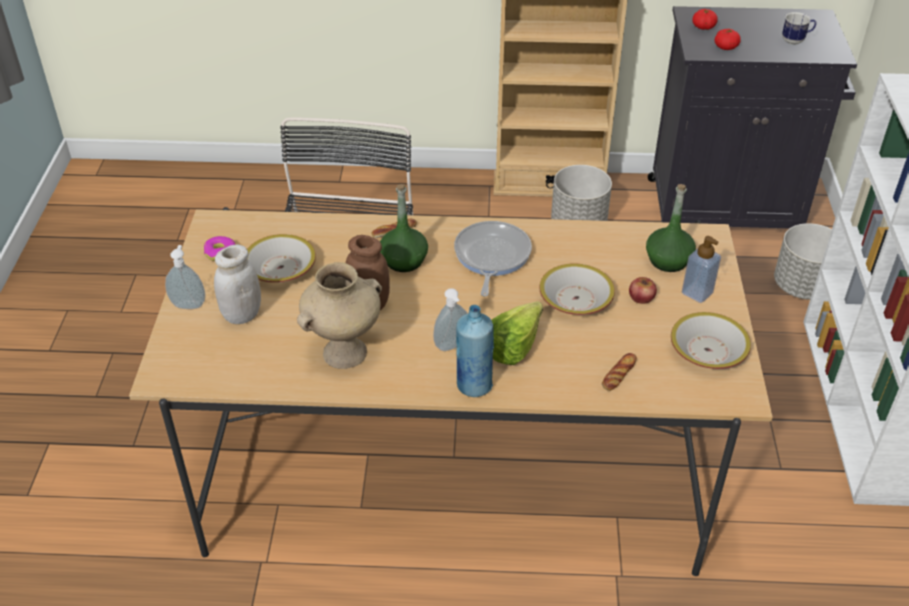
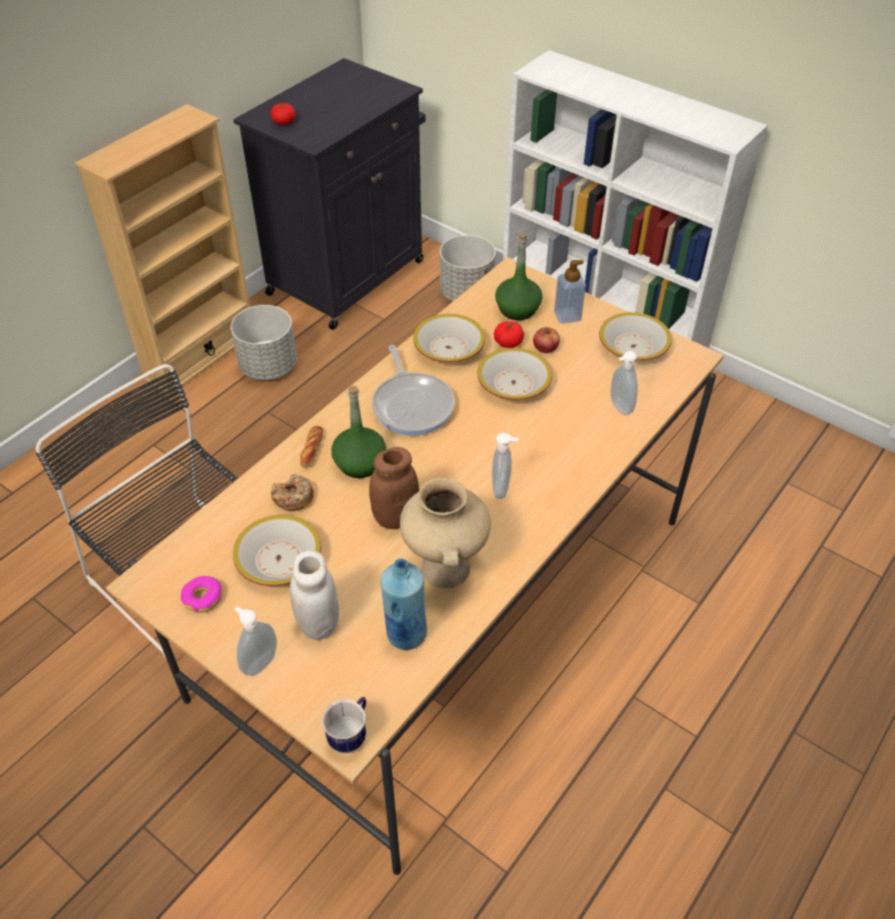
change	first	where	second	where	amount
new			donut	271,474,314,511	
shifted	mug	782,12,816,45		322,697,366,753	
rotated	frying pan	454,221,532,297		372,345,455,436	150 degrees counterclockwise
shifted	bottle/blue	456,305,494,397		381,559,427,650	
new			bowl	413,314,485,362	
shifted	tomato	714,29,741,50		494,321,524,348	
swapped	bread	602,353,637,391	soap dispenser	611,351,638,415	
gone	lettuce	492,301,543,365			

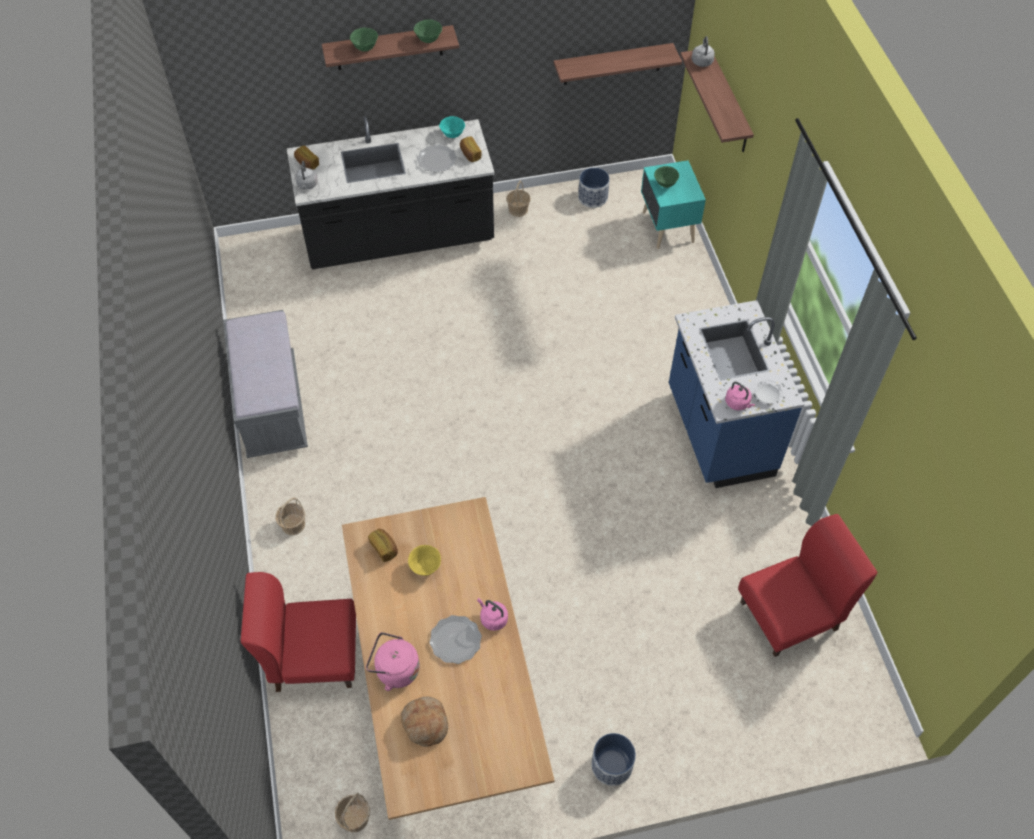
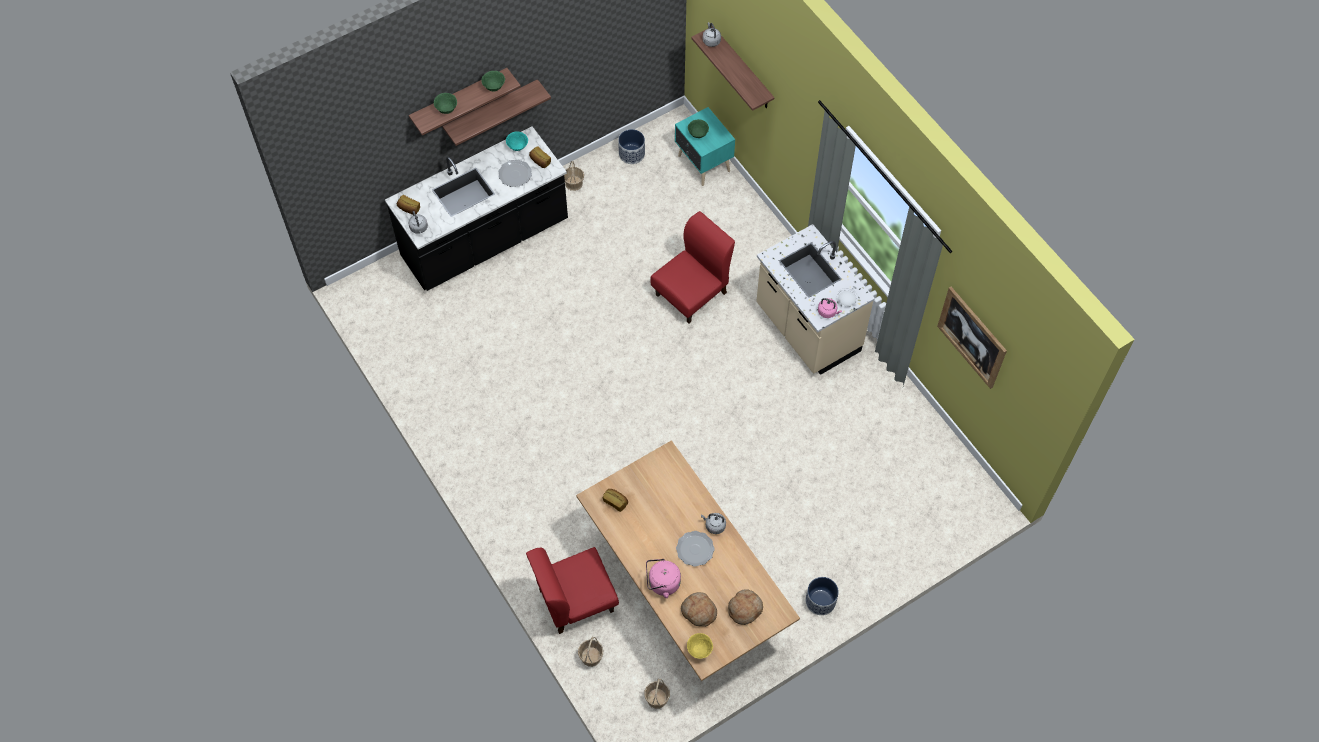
change	first	where	second	where	amount
shifted	shelf	554,43,682,85		443,79,551,146	
shifted	basket	275,497,305,535		578,636,603,667	
shifted	chair/red	738,514,877,657		650,211,735,323	
shifted	bowl/yellow	408,545,441,576		687,633,713,659	
repainted	kettle/pink	477,598,508,631	kettle/grey	701,513,726,534	
new			bread	728,589,763,625	
repainted	counter/blue	669,300,804,488	counter/beige	756,224,875,375	
new			picture	937,287,1007,389	
gone	bench/grey	223,310,308,458			

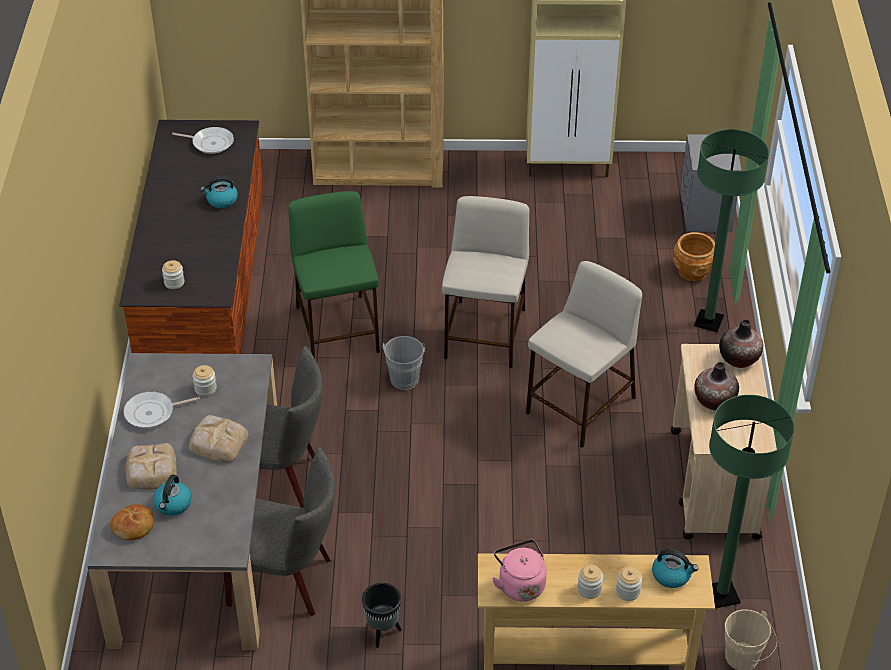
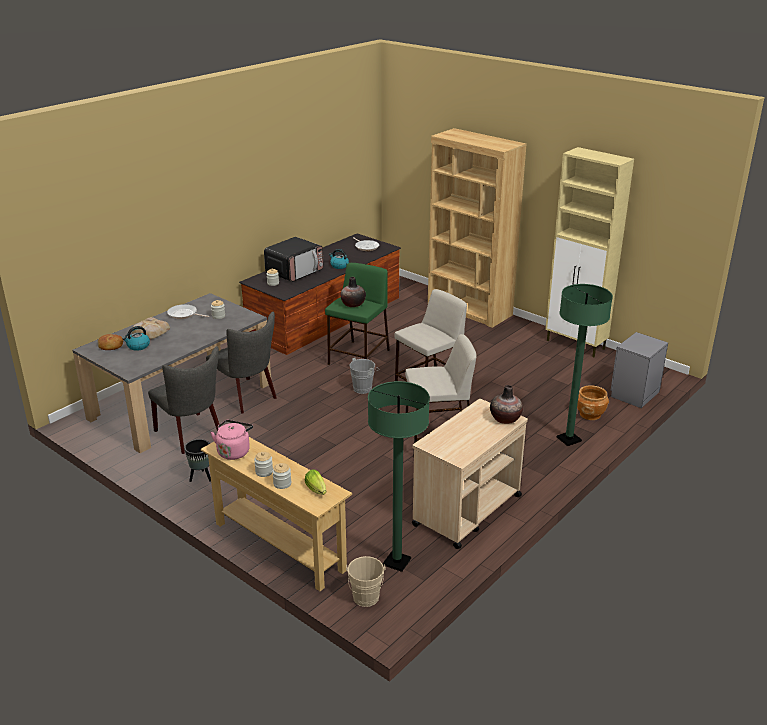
change	first	where	second	where	amount
new			microwave	264,237,324,282	
swapped	kettle	652,549,698,588	lettuce	305,469,326,495	
shifted	vase	694,362,739,410		341,277,366,307	
gone	bread	189,415,248,463			

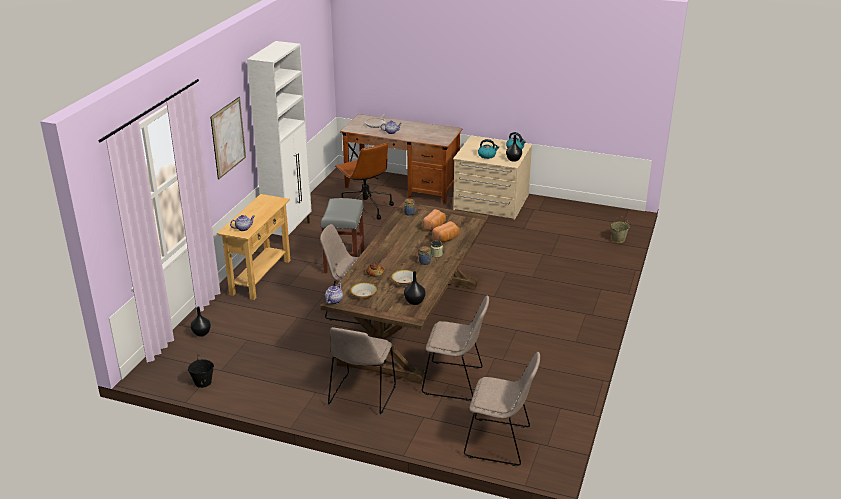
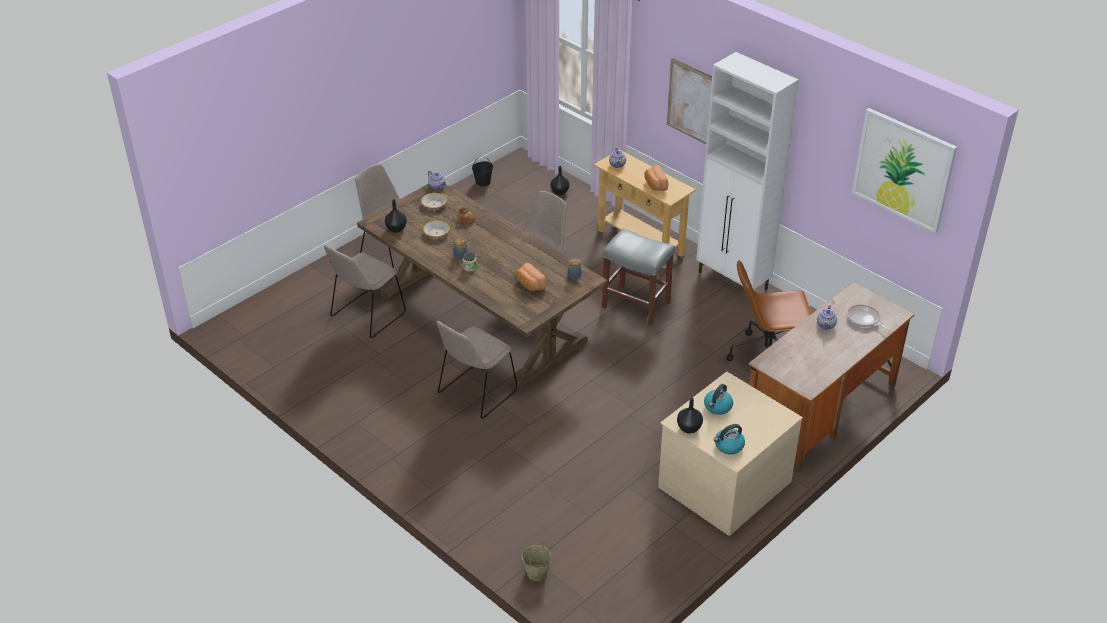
change	first	where	second	where	amount
shifted	chair/beige	464,352,540,466		436,321,517,419	
shifted	bread	432,221,459,242		644,165,668,191	
new			picture	852,108,957,233	

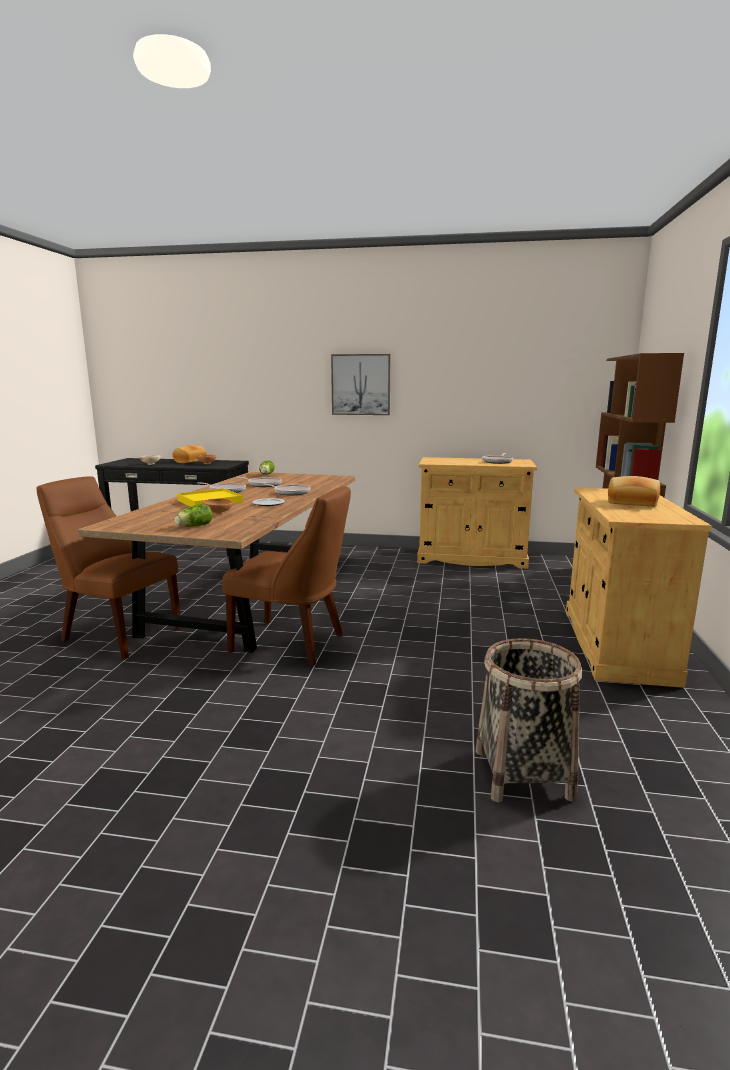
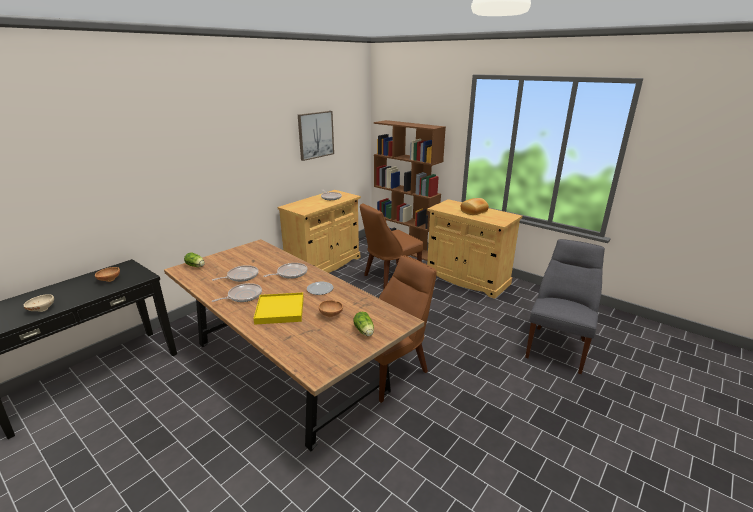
change	first	where	second	where	amount
shifted	picture	331,354,391,415		298,111,334,161	
shifted	chair/brown	36,476,182,659		360,203,423,288	
swapped	basket	476,638,582,803	chair/grey	525,239,605,374	
gone	bread	173,445,207,463			

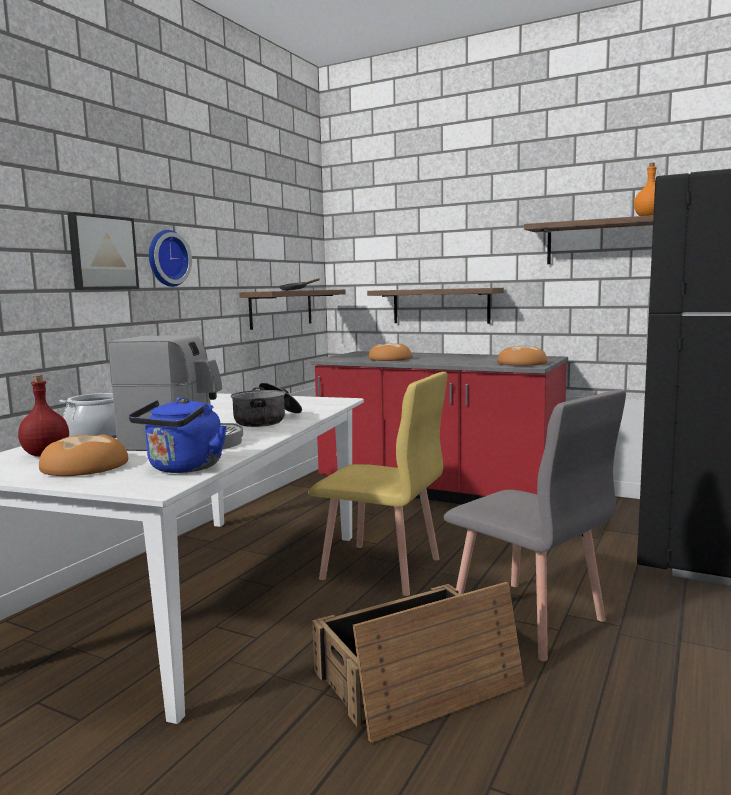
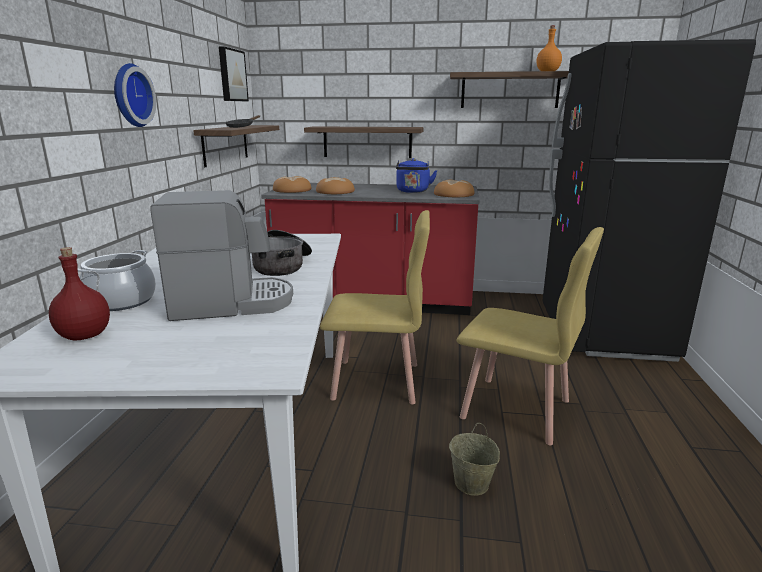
change	first	where	second	where	amount
shifted	picture	67,212,139,290		219,47,249,101	
shifted	bread	39,434,128,476		273,176,312,193	
shifted	kettle/blue	129,397,227,473		396,158,437,193	
swapped	crate	312,582,525,743	bucket/beige	449,423,500,496	
repainted	chair/grey	444,390,626,661	chair/yellow	457,227,604,445	

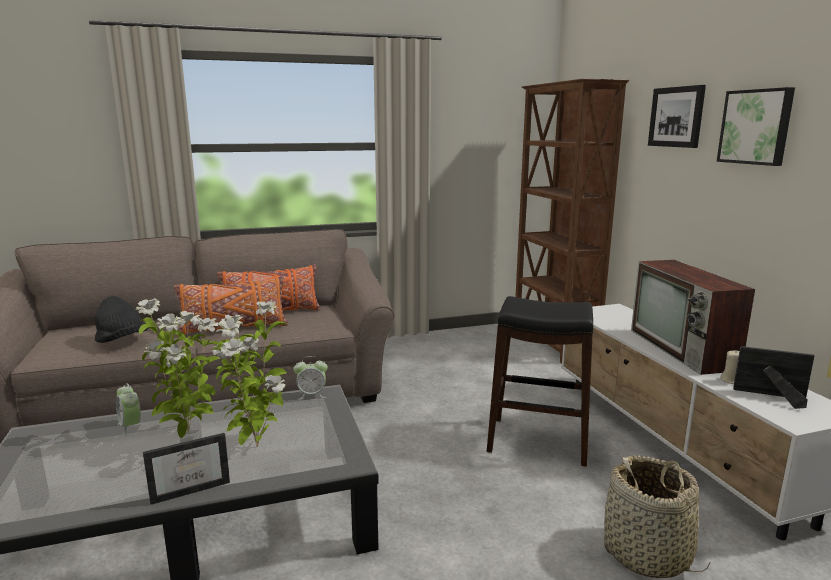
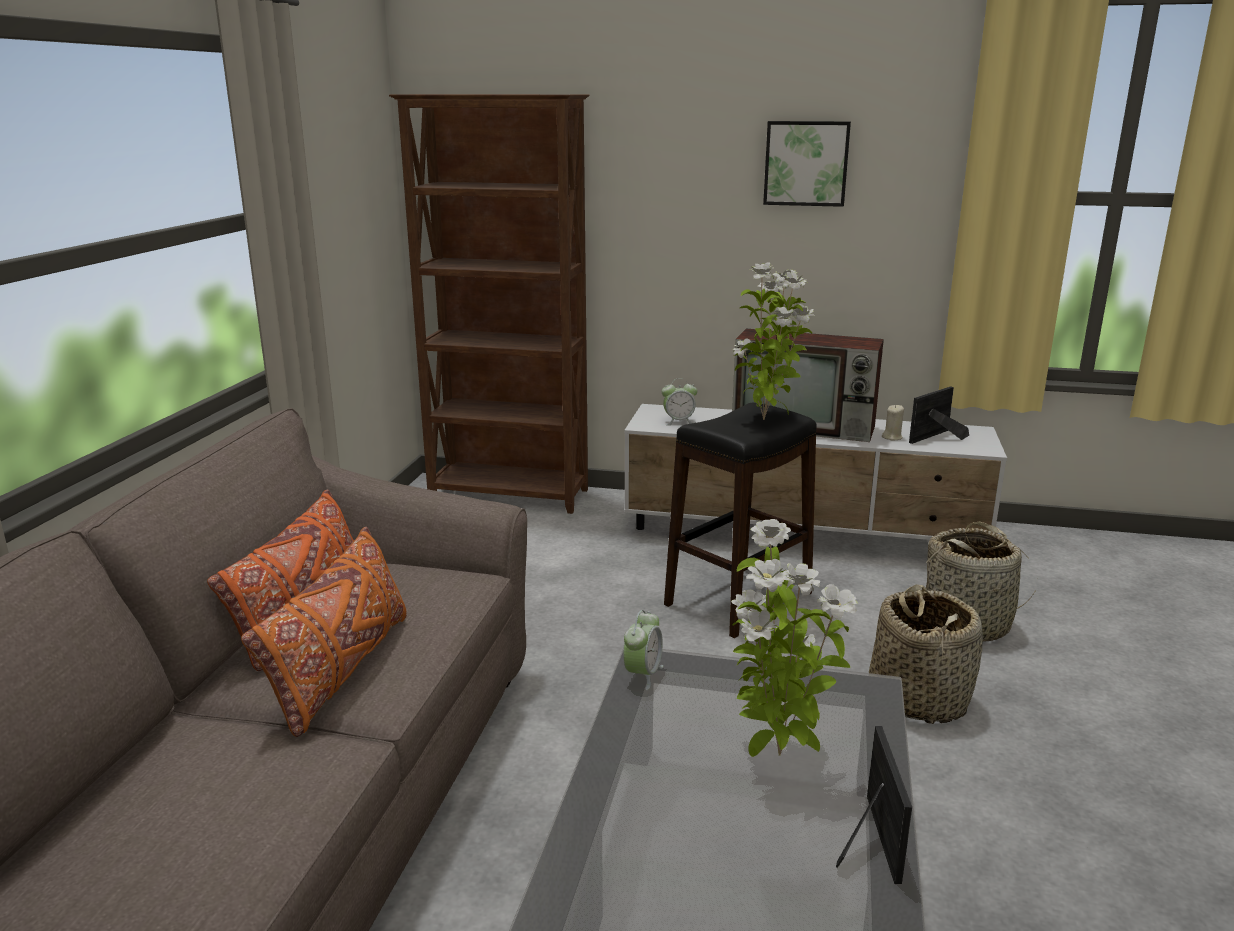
change	first	where	second	where	amount
shifted	alarm clock	116,383,141,436		662,378,697,425	
shifted	potted plant	136,298,220,438		732,262,814,420	
new			basket	869,584,983,724	
gone	hat/black	95,296,148,343			
gone	picture	648,85,706,148			

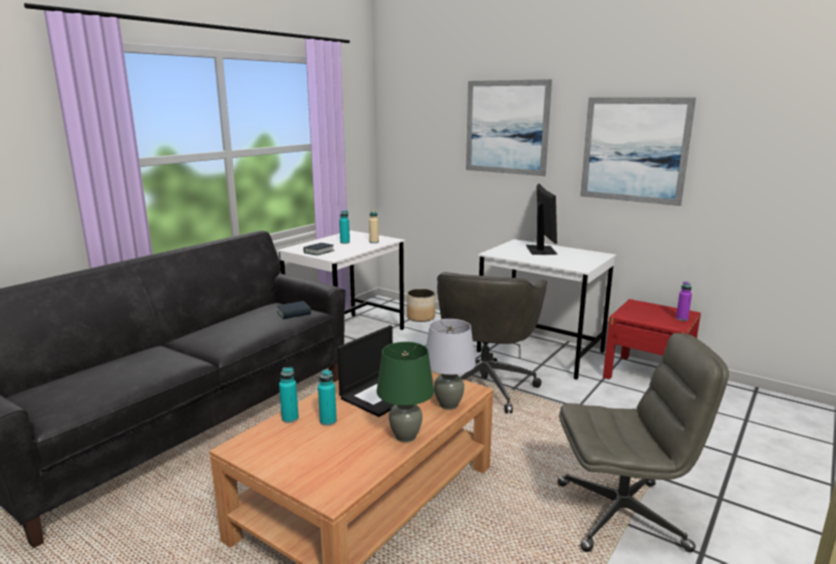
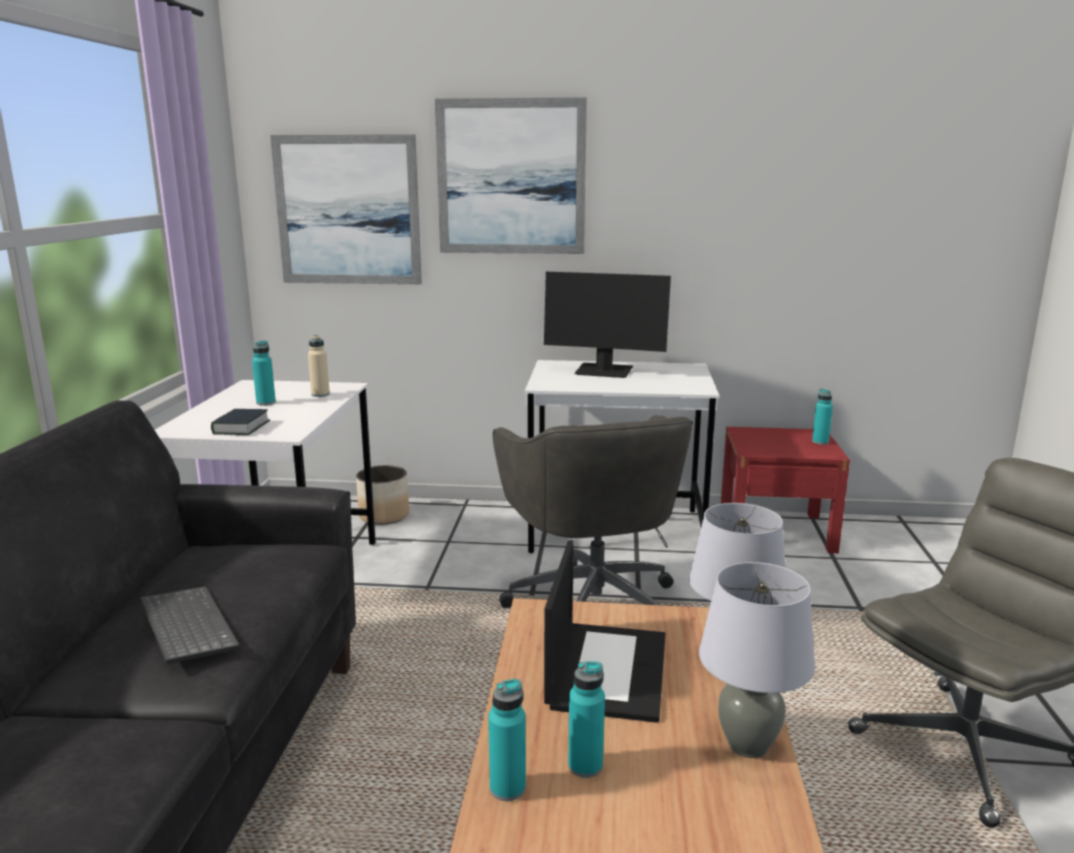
change	first	where	second	where	amount
new			keyboard	140,587,240,664	
shifted	picture	580,98,696,206		270,134,422,284	
rotated	monitor	526,184,557,255		544,272,671,378	135 degrees clockwise
repainted	table lamp/green	377,342,434,443	table lamp/grey	699,562,815,758	
repainted	bottle/purple	676,281,692,321	bottle/turquoise	812,389,833,445	
gone	book	277,301,311,319			

